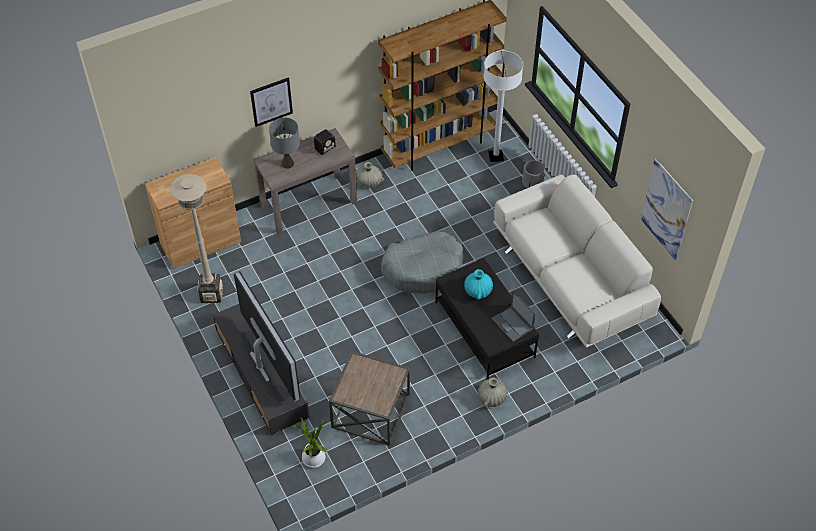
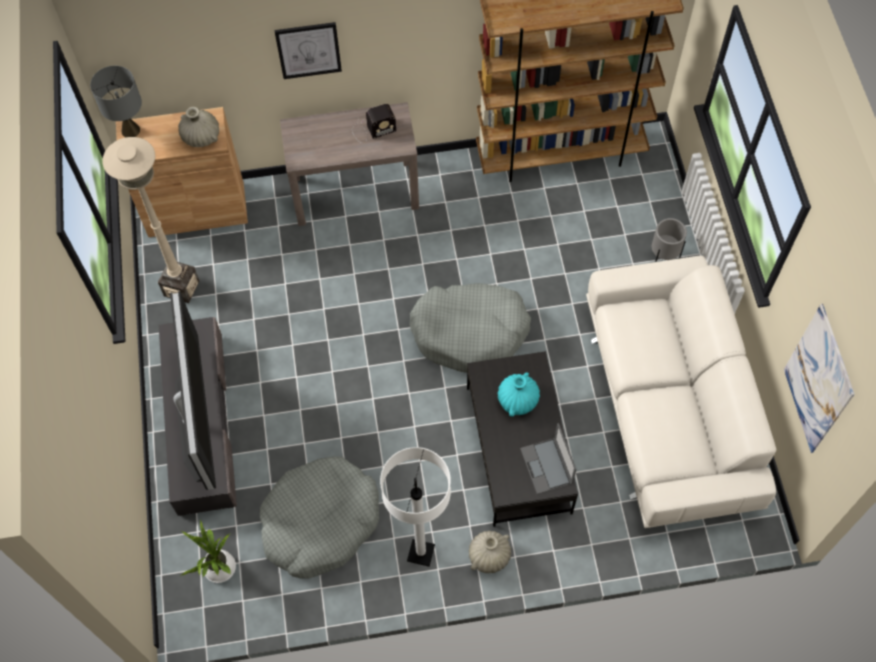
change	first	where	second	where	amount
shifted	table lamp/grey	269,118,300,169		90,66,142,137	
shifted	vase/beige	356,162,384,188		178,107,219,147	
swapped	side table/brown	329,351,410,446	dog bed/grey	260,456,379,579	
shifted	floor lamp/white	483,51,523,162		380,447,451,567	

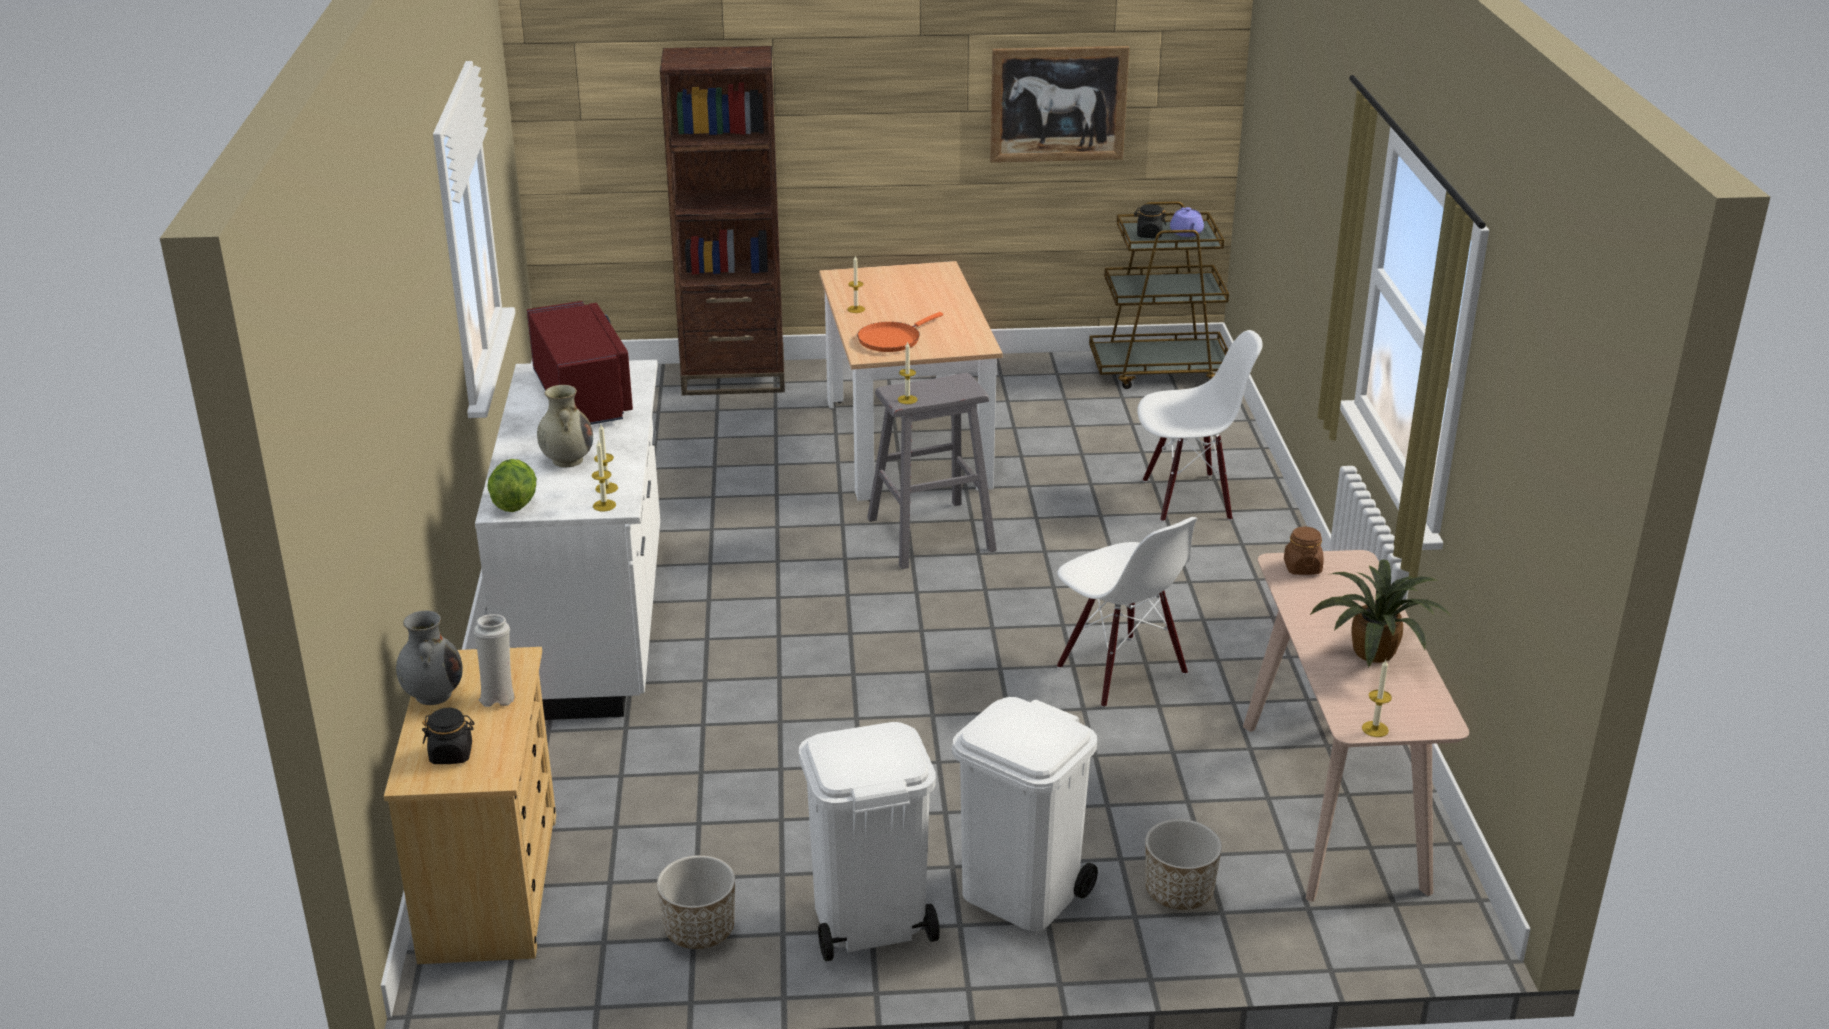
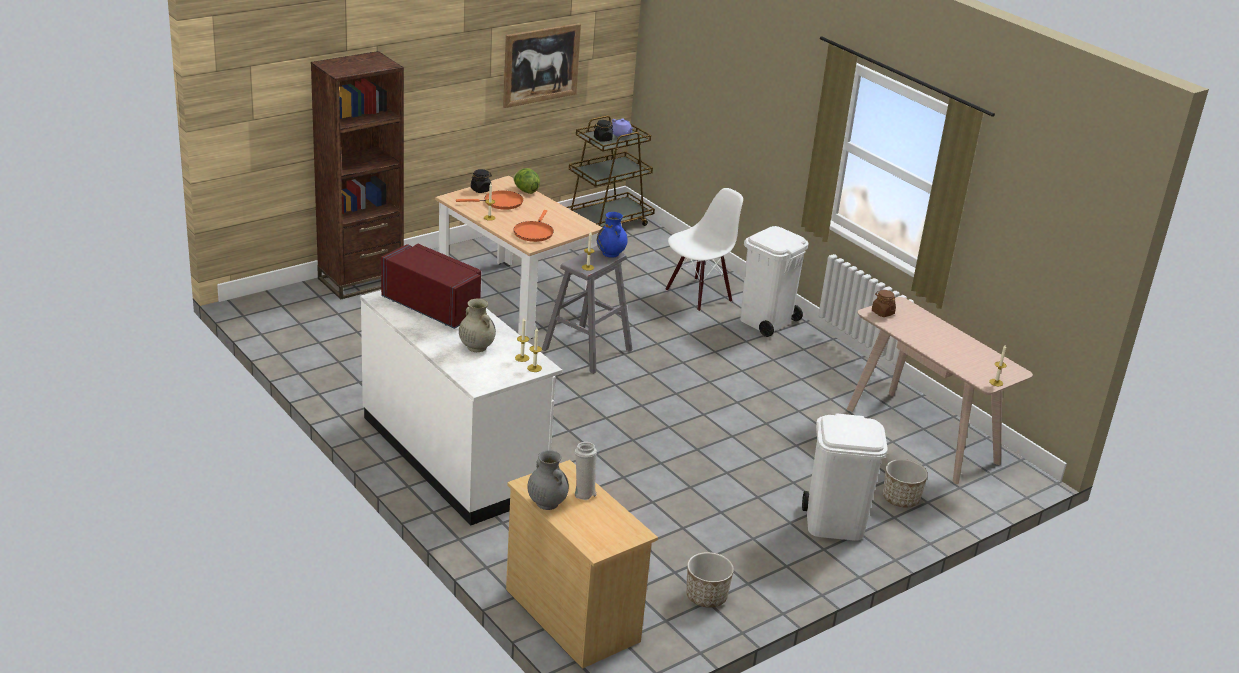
change	first	where	second	where	amount
new			frying pan/orange	456,190,523,210	
shifted	jar/black	422,708,475,764		471,169,492,193	
shifted	lettuce	487,459,537,512		513,168,540,194	
new			vase/blue	597,212,628,258	
shifted	trash can/white	799,722,940,961		740,226,809,337	
gone	chair/white	1057,517,1197,708			
gone	potted plant	1310,559,1451,668			

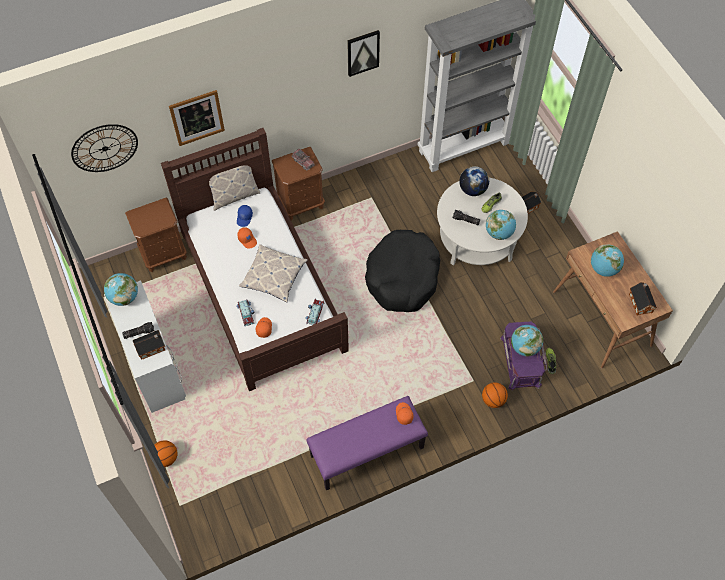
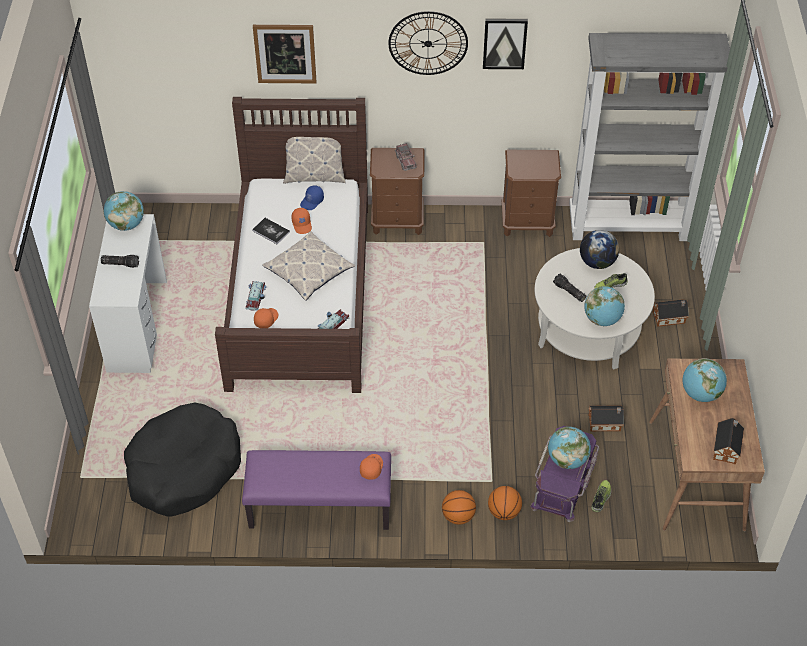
change	first	where	second	where	amount
shifted	dog bed/black	365,230,440,312		124,403,241,517	
new			book	252,218,290,244	
shifted	wall clock	71,124,138,172		388,11,468,75	
shifted	basketball	154,440,177,467		442,490,476,525	
shifted	nightstand/brown	125,198,187,272		502,150,561,237	
shifted	toy house	133,330,165,360		589,405,624,431	

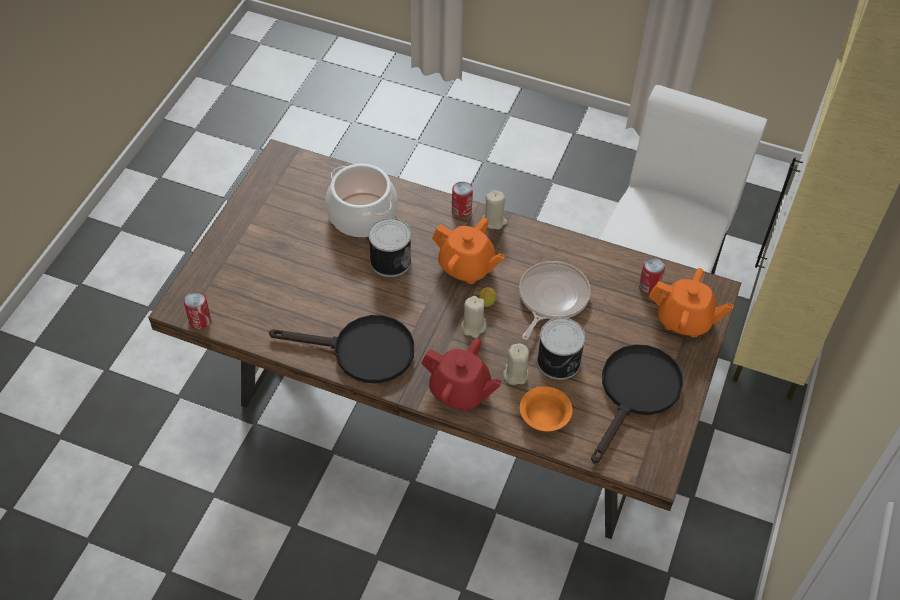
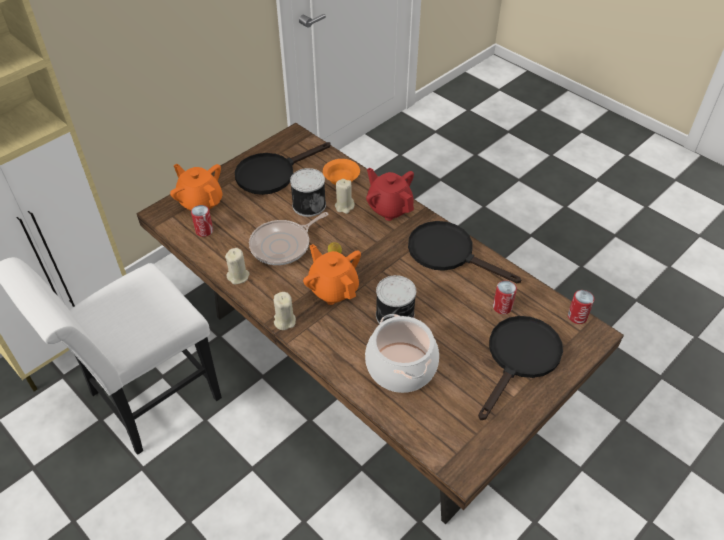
change	first	where	second	where	amount
shifted	candle/beige	461,296,487,338		225,248,250,284	
new			frying pan/black	478,316,563,420	
shifted	can	452,182,473,218		493,280,517,314	

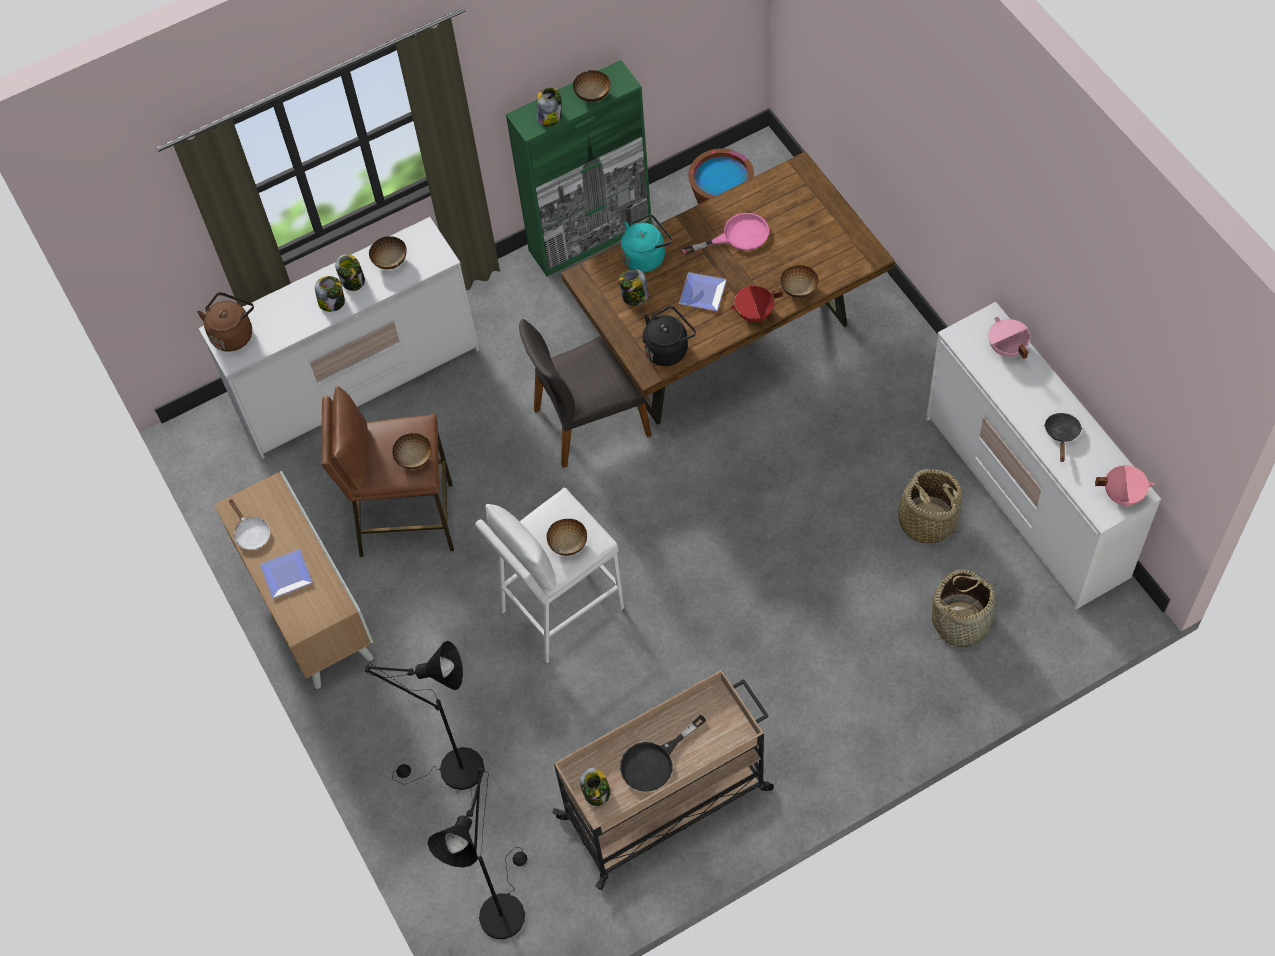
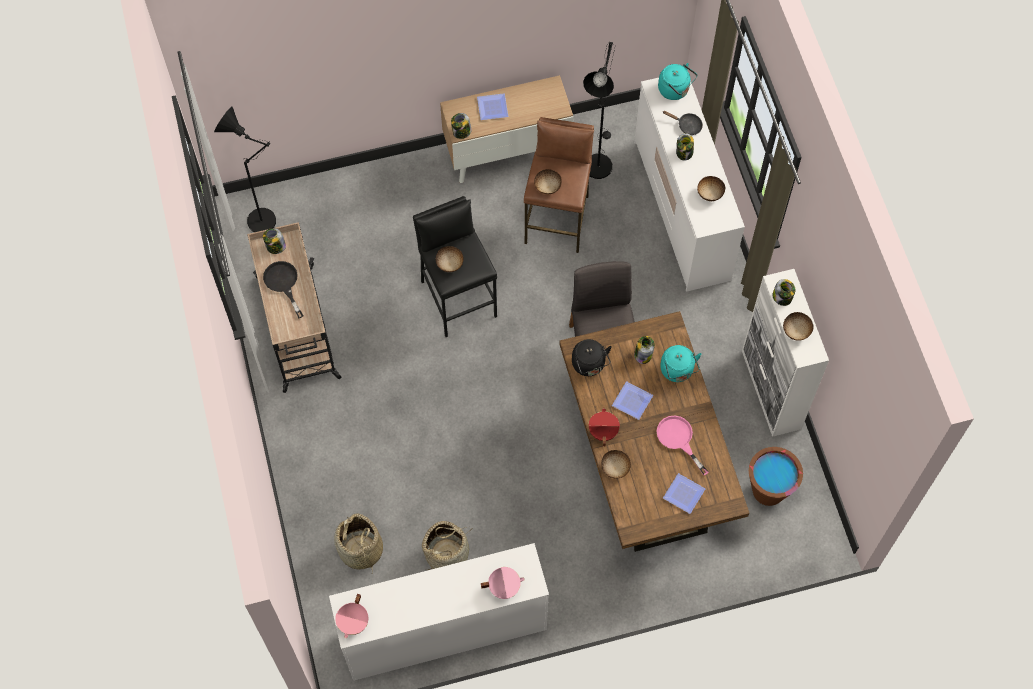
change	first	where	second	where	amount
repainted	stool/white	476,487,624,664	stool/black	413,196,497,337	
shifted	jar	335,254,365,291		451,113,472,139	
shifted	floor lamp/black	365,641,484,790		583,42,615,179	
rotated	frying pan/pink	682,213,769,255		656,415,709,475	150 degrees clockwise
repainted	kettle/brown	197,292,254,352	kettle/turquoise	658,63,697,100	
shifted	frying pan/black	1044,413,1082,462		663,111,703,135	
new			plate	663,473,705,514	
repainted	cabinet/green	506,60,652,276	cabinet/white	742,269,829,437	
gone	frying pan/white	229,499,270,550			

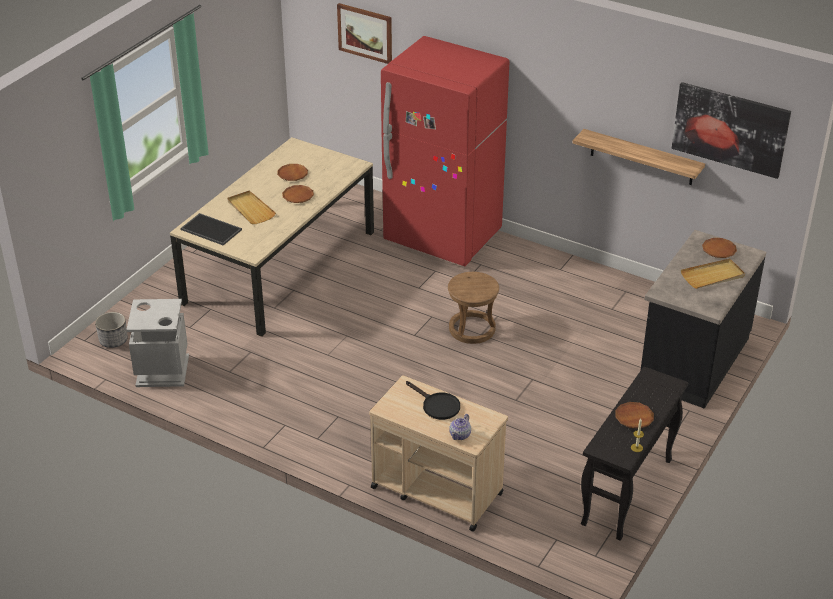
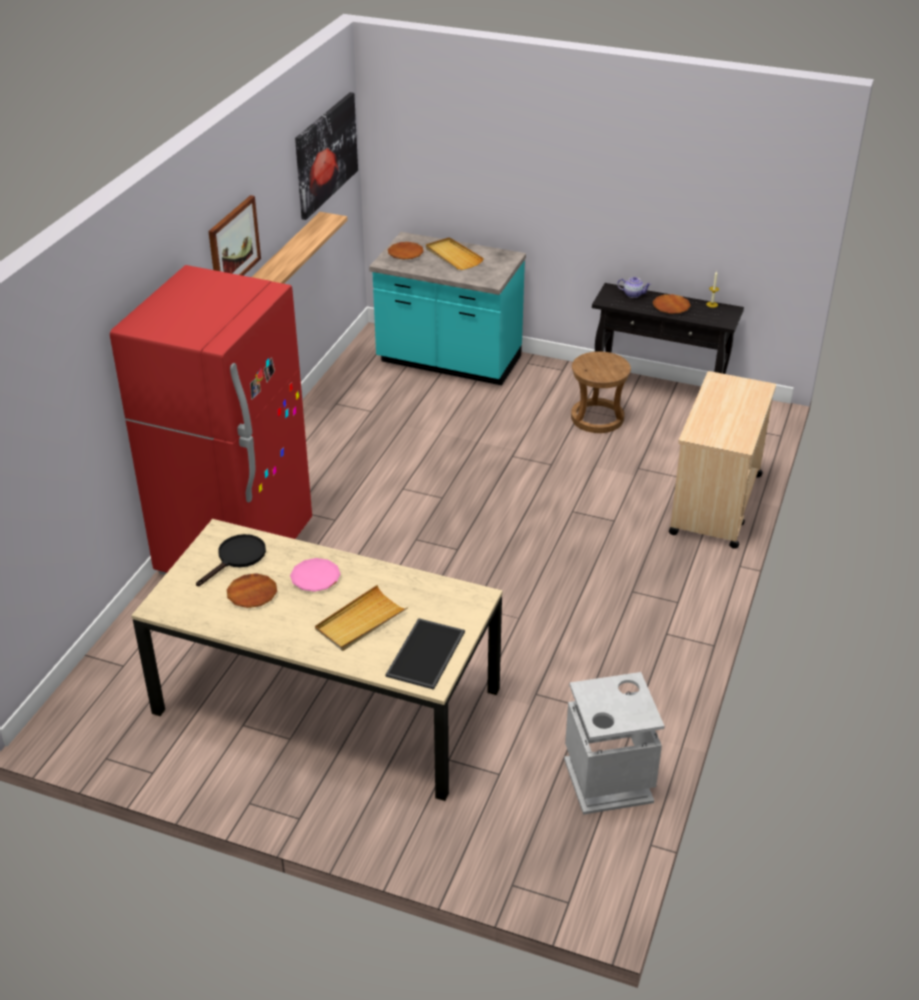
change	first	where	second	where	amount
shifted	frying pan/black	406,381,460,420		196,534,266,586	
shifted	picture	337,3,392,64		208,195,261,276	
repainted	plate/brown	282,185,314,203	plate/pink	290,558,340,592	
repainted	counter/black	640,230,766,409	counter/turquoise	369,232,526,385	
shifted	stool/brown	448,272,499,344		571,351,631,433	
shifted	teapot	449,414,471,440		617,277,651,298	
gone	planter	95,312,128,348			

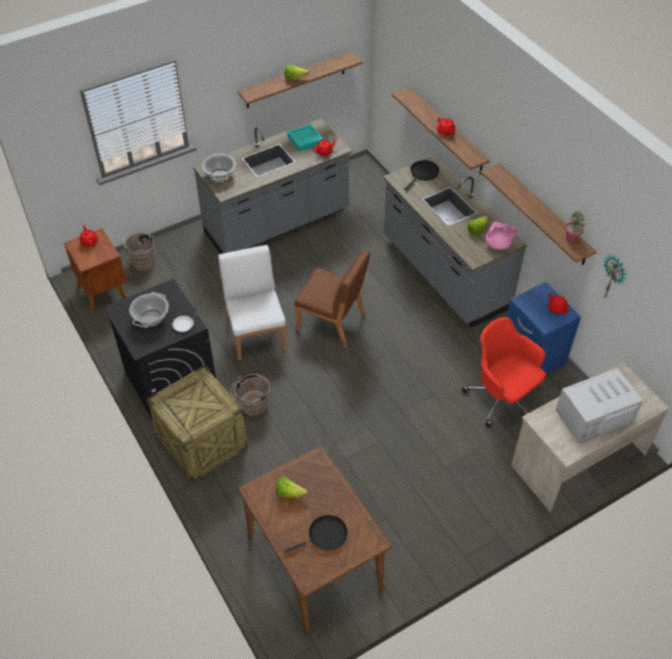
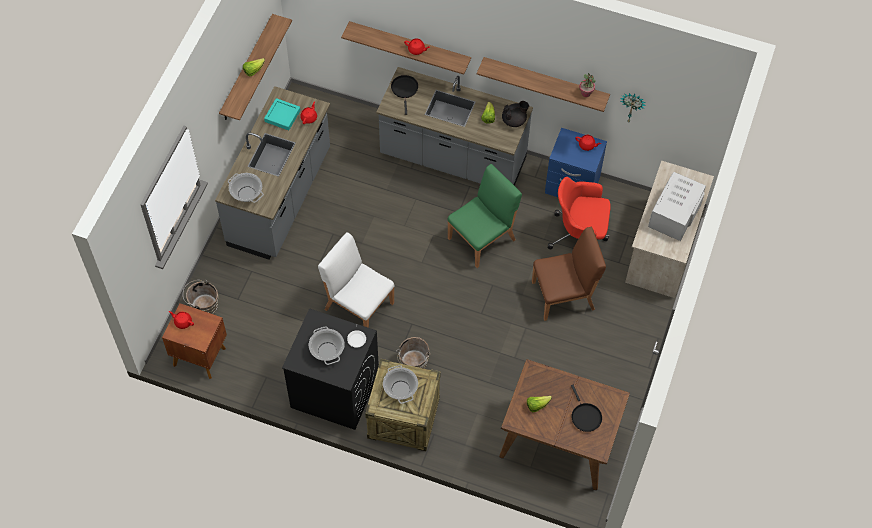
change	first	where	second	where	amount
new			cooking pot	383,365,418,404	
new			chair/green	447,164,522,268	
repainted	teapot/pink	485,222,518,250	teapot/black	502,101,529,127	
shifted	chair/brown	294,251,370,348		532,227,606,321	
rotated	frying pan/black	284,515,348,554		571,385,602,432	135 degrees clockwise

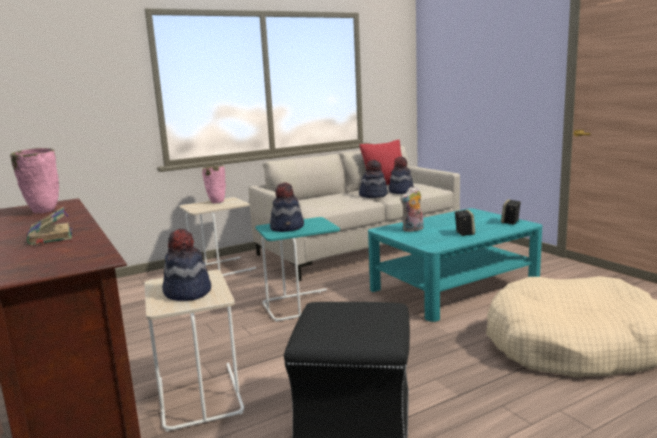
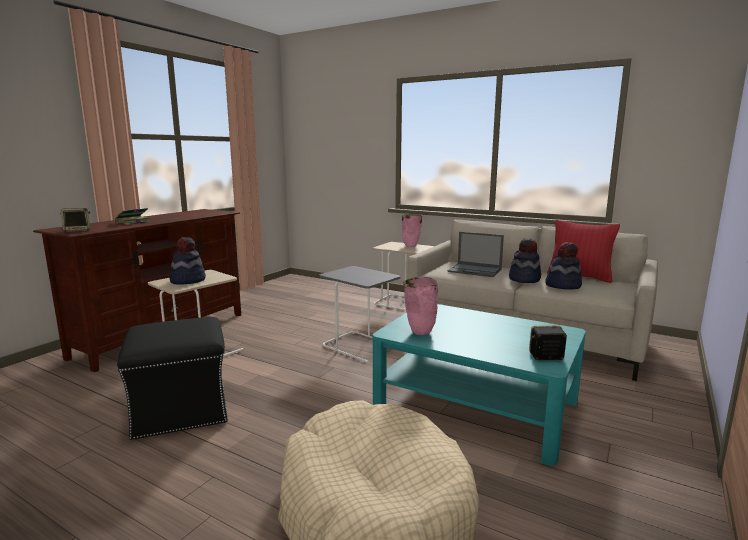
change	first	where	second	where	amount
shifted	speaker	455,209,475,236		60,208,90,232	
repainted	side table/turquoise	255,217,340,322	side table/grey	319,266,401,363	
shifted	vase/pink	10,148,59,214		403,277,438,335	
new			laptop	447,232,504,277	
gone	hat	270,182,304,232			
gone	plush toy	400,186,424,232			

